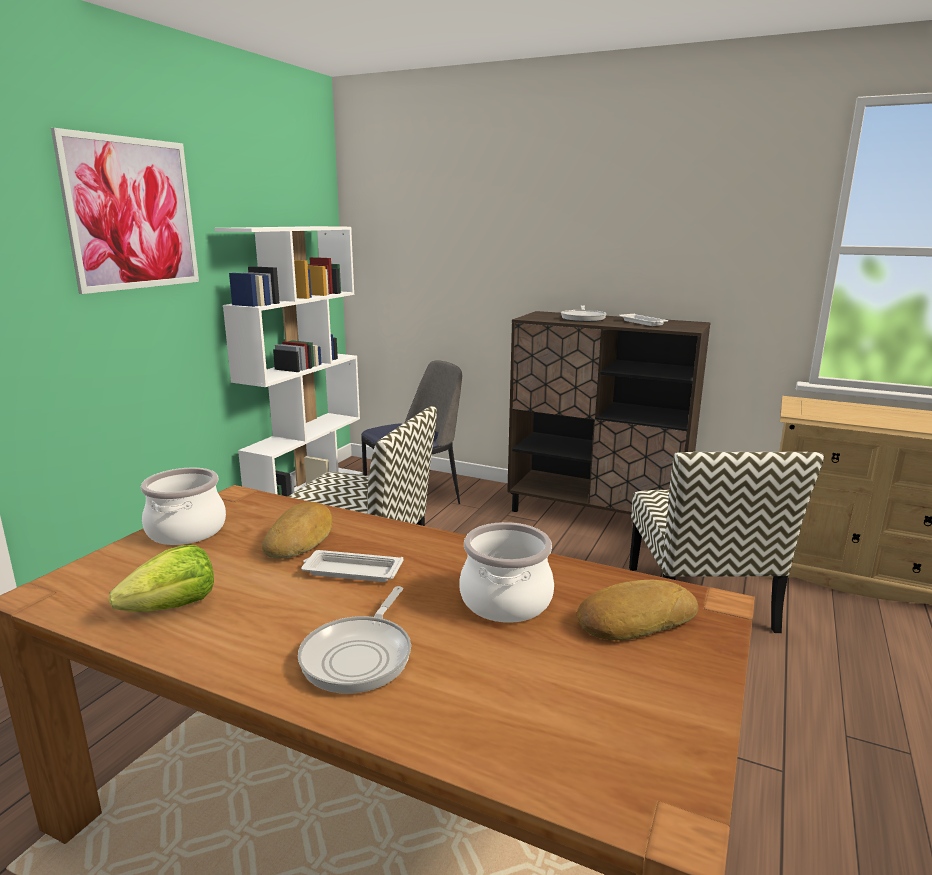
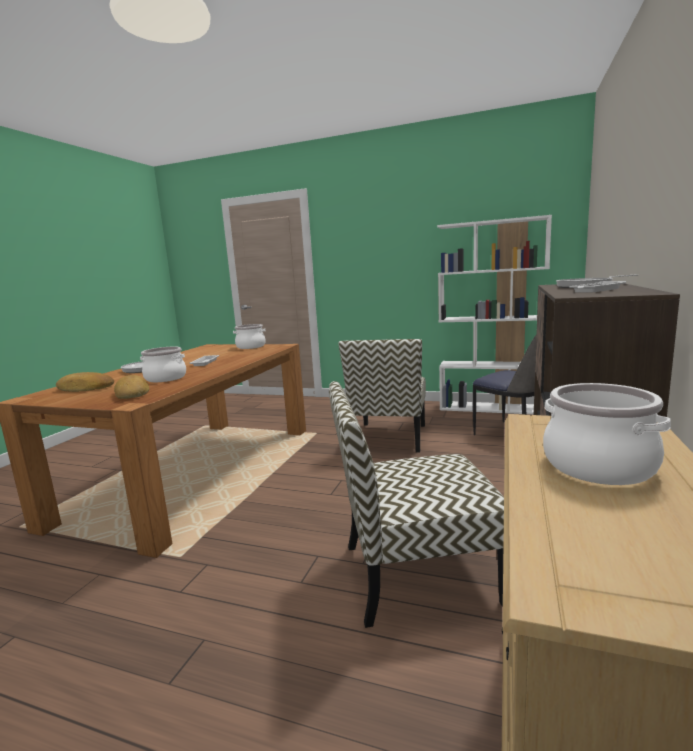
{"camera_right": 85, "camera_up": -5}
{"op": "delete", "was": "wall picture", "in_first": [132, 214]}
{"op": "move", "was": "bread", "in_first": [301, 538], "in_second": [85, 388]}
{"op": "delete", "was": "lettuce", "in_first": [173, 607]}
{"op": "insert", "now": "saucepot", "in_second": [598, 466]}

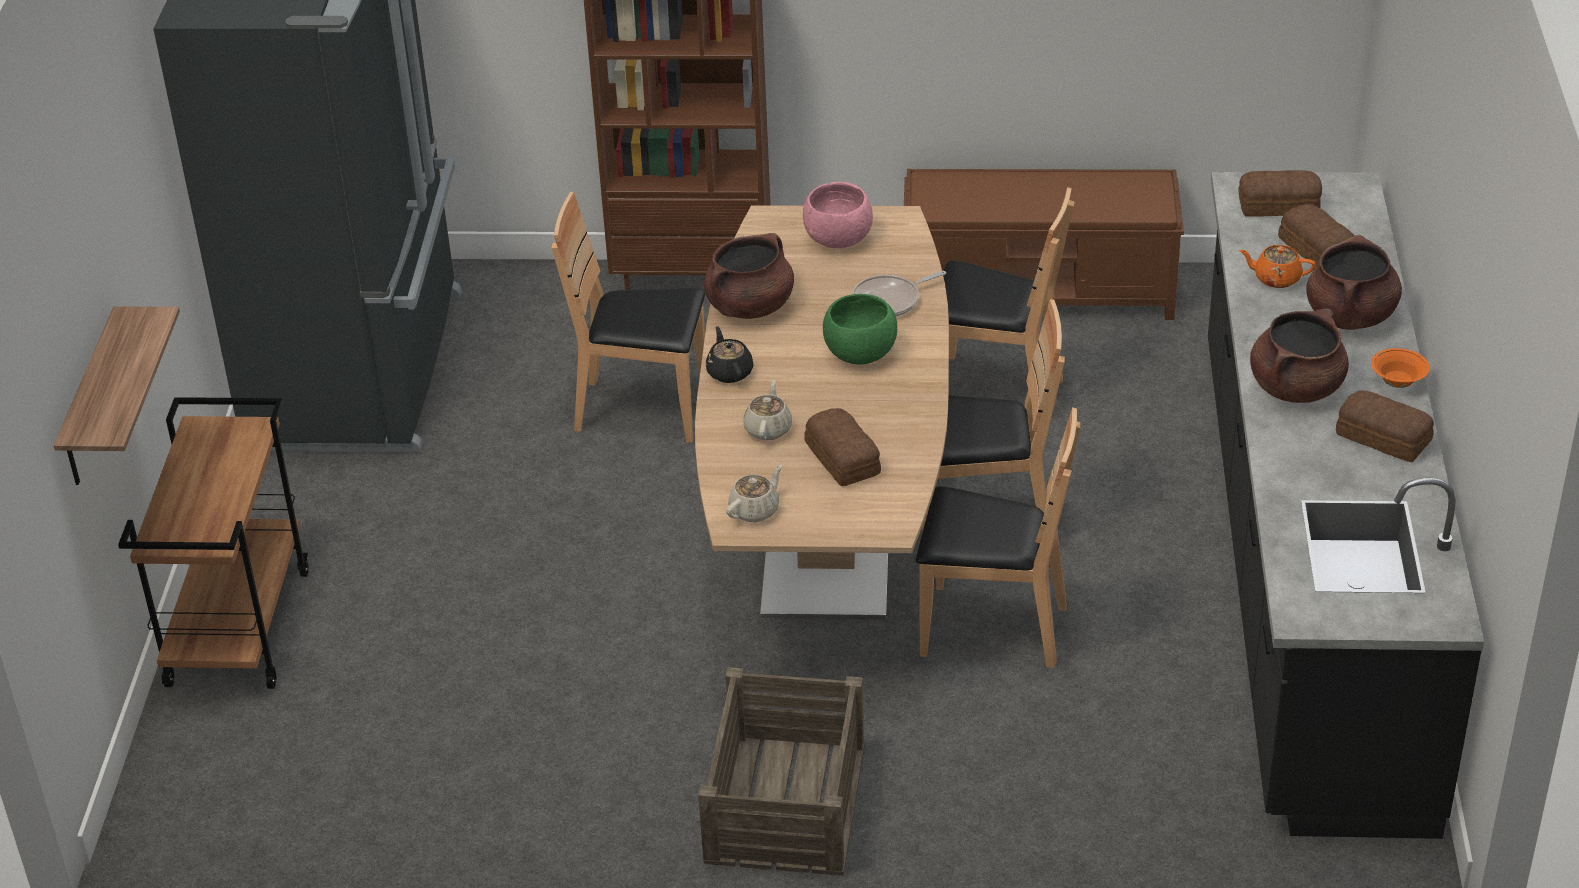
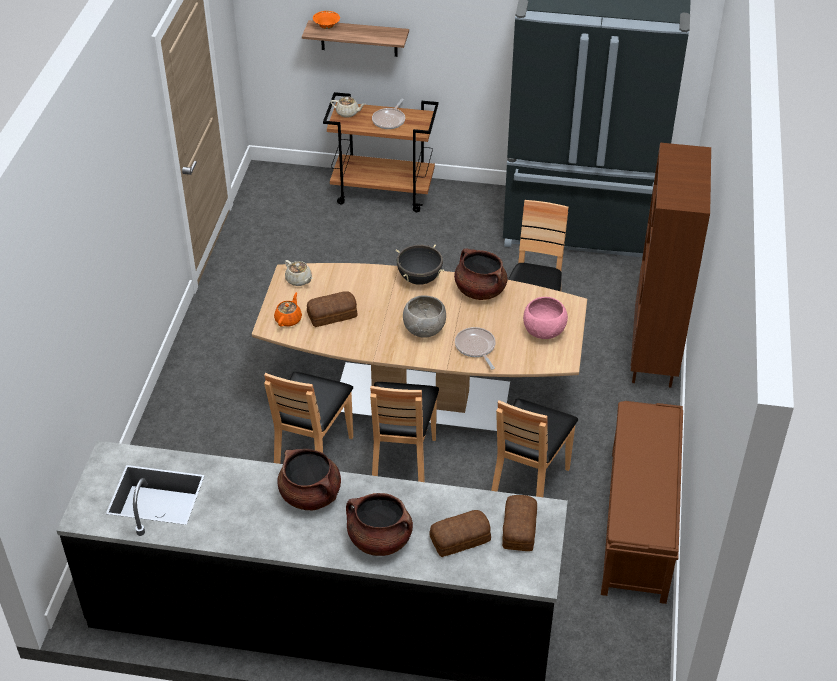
{"camera_right": 95, "camera_up": 5}
{"op": "move", "was": "orangey pot for tea", "in_first": [1276, 278], "in_second": [288, 319]}
{"op": "recolor", "was": "green-coloured serving bowl", "now": "greyish serving bowl", "in_first": [860, 354], "in_second": [425, 330]}
{"op": "replace", "was": "black pot for tea", "now": "black saucepot", "in_first": [729, 372], "in_second": [419, 279]}
{"op": "move", "was": "orangey serving bowl", "in_first": [1397, 382], "in_second": [326, 27]}
{"op": "move", "was": "beige-coloured pot for tea", "in_first": [768, 428], "in_second": [348, 113]}
{"op": "delete", "was": "bread", "in_first": [1384, 438]}
{"op": "delete", "was": "shipping crate", "in_first": [784, 803]}
{"op": "insert", "now": "pan", "in_second": [390, 120]}

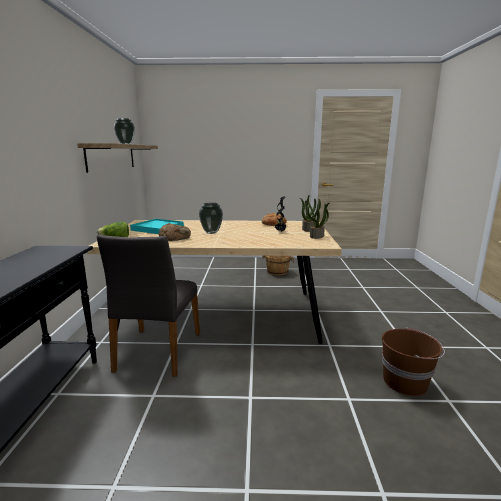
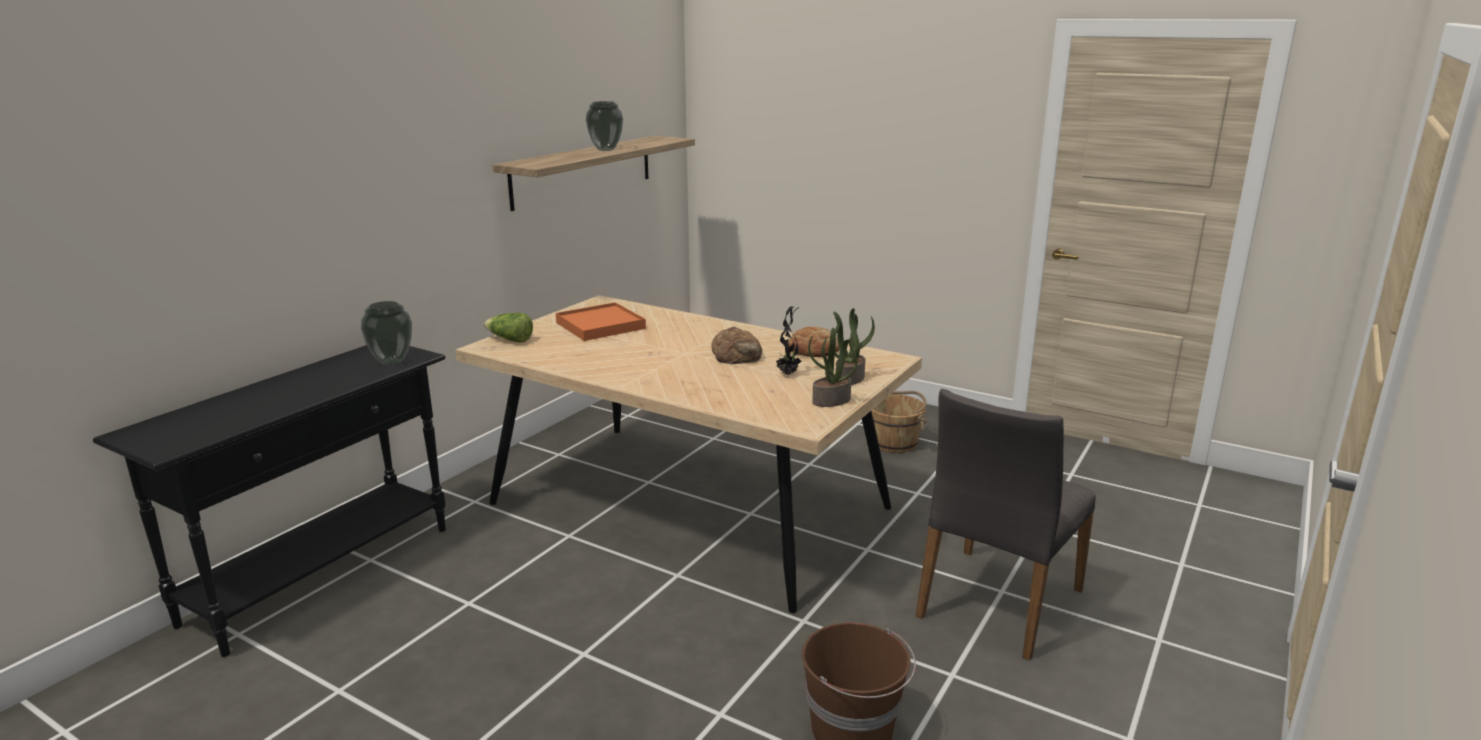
{"camera_right": 30, "camera_up": 5}
{"op": "move", "was": "vase", "in_first": [211, 232], "in_second": [391, 362]}
{"op": "recolor", "was": "blue-green serving tray", "now": "orangey serving tray", "in_first": [157, 228], "in_second": [600, 325]}
{"op": "move", "was": "bread", "in_first": [175, 237], "in_second": [737, 354]}
{"op": "move", "was": "greyish chair", "in_first": [157, 351], "in_second": [997, 602]}

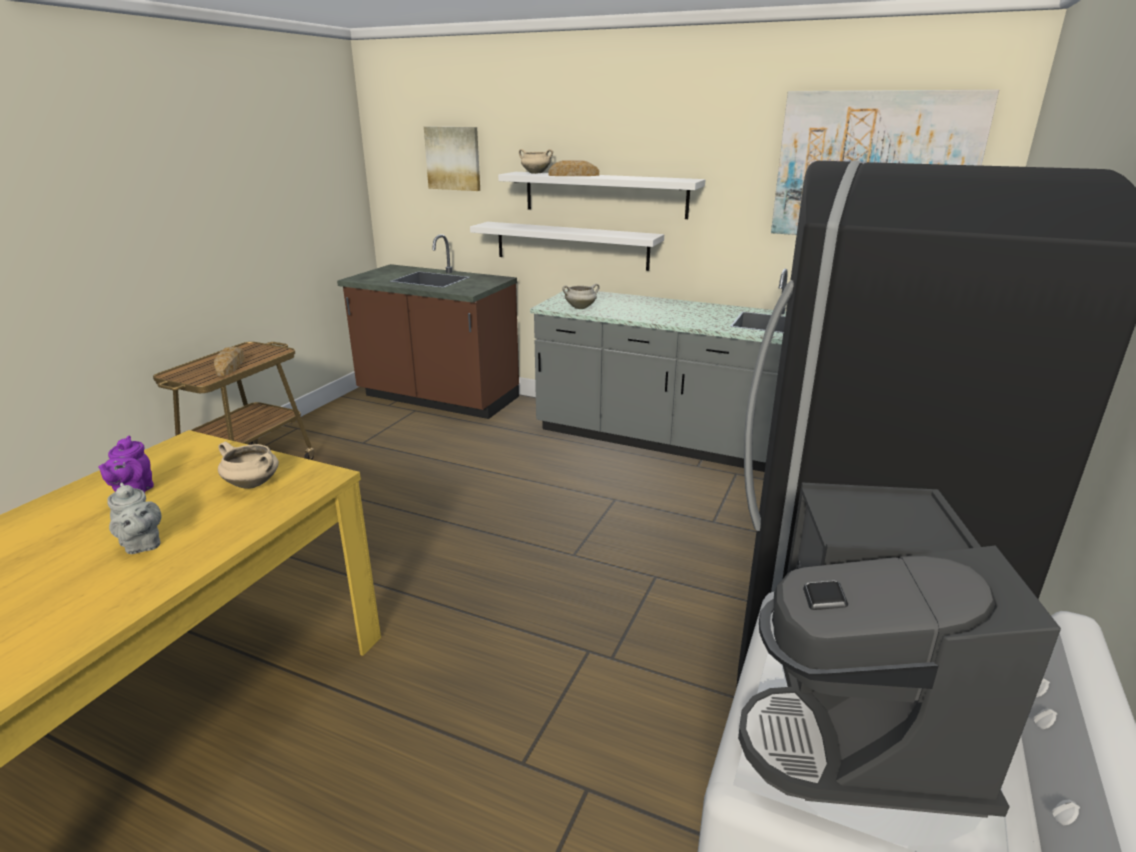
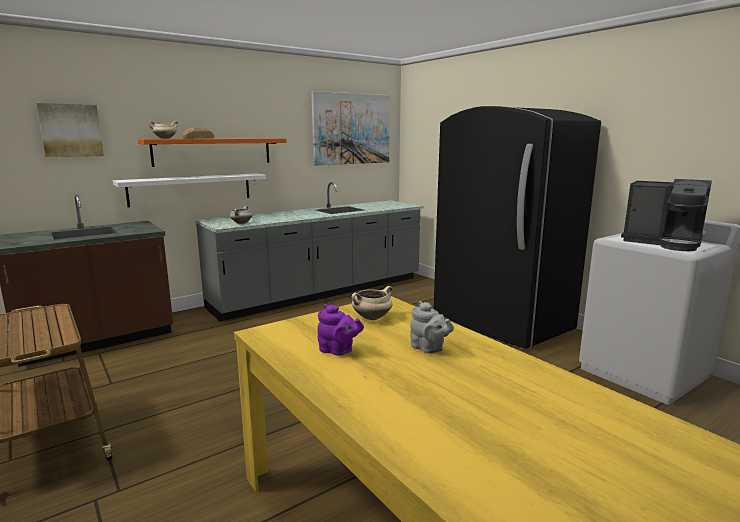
{"camera_right": -60, "camera_up": -10}
{"op": "recolor", "was": "white-coloured wall shelf", "now": "orangey wall shelf", "in_first": [605, 194], "in_second": [213, 151]}
{"op": "delete", "was": "bread", "in_first": [230, 366]}
{"op": "rotate", "was": "greyish pot for tea", "in_first": [142, 545], "in_second": [429, 349], "clockwise": 60}

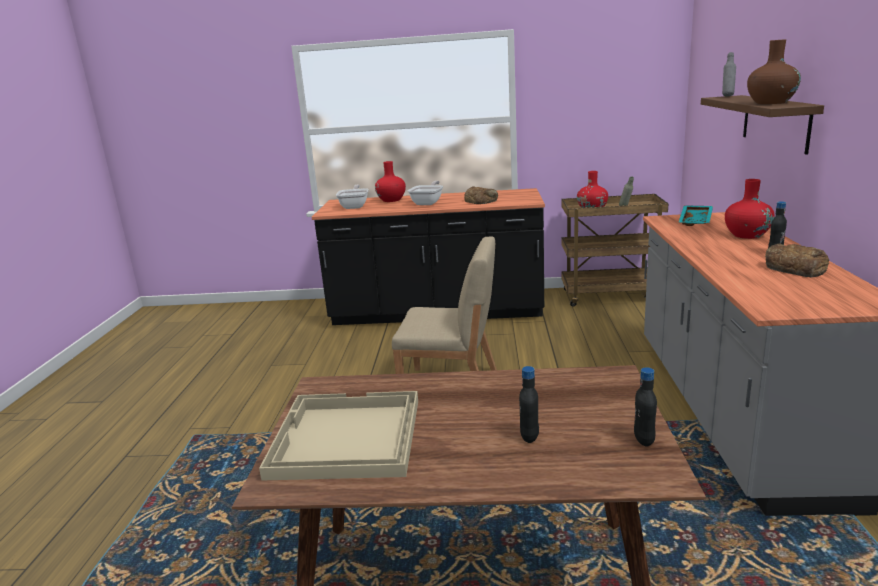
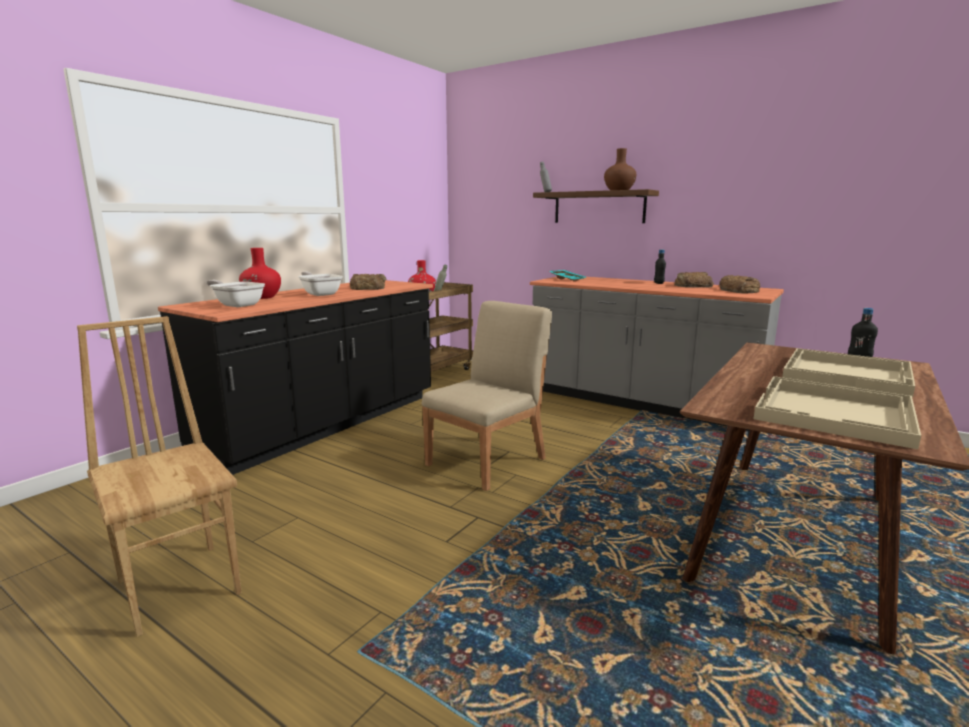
{"camera_right": -60, "camera_up": -5}
{"op": "delete", "was": "red vase", "in_first": [747, 235]}
{"op": "replace", "was": "black beverage bottle", "now": "beige-coloured serving tray", "in_first": [529, 436], "in_second": [848, 374]}
{"op": "insert", "now": "bread", "in_second": [739, 290]}
{"op": "insert", "now": "brownish chair", "in_second": [181, 585]}

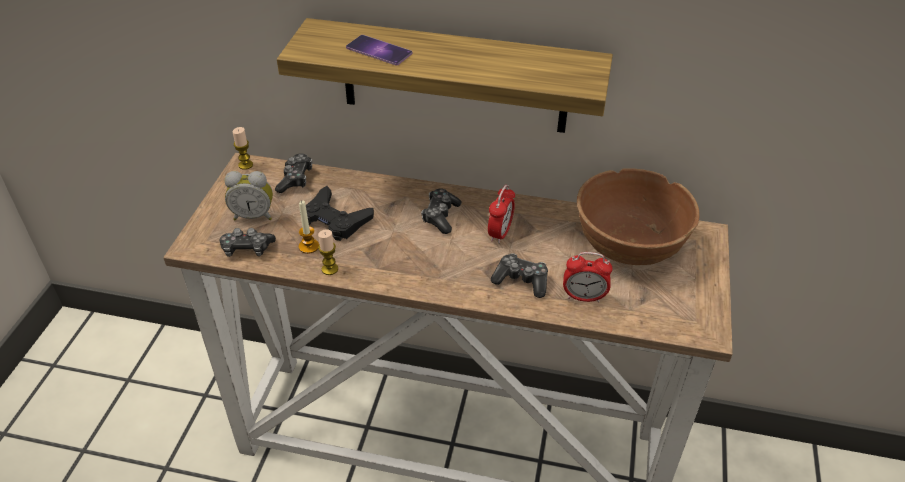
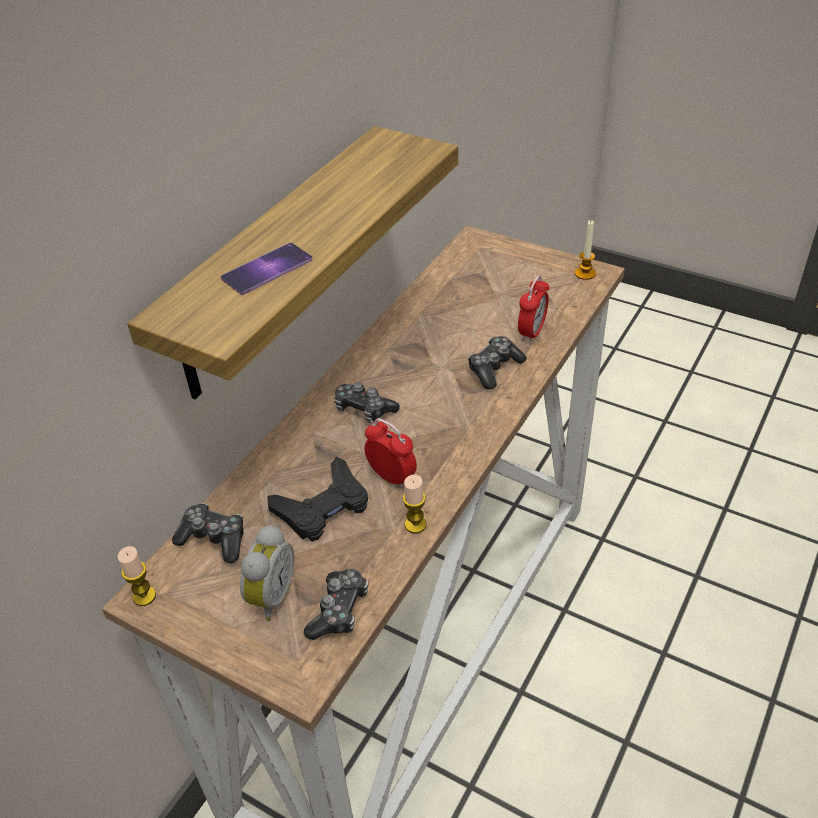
{"camera_right": -70, "camera_up": 0}
{"op": "delete", "was": "brownish serving bowl", "in_first": [628, 245]}
{"op": "move", "was": "alarm clock", "in_first": [500, 233], "in_second": [391, 476]}
{"op": "move", "was": "candle", "in_first": [309, 246], "in_second": [585, 273]}

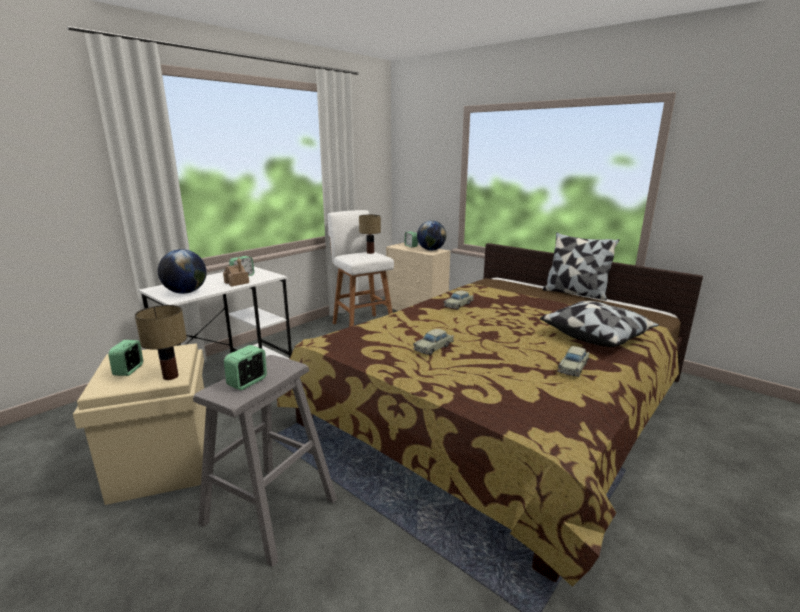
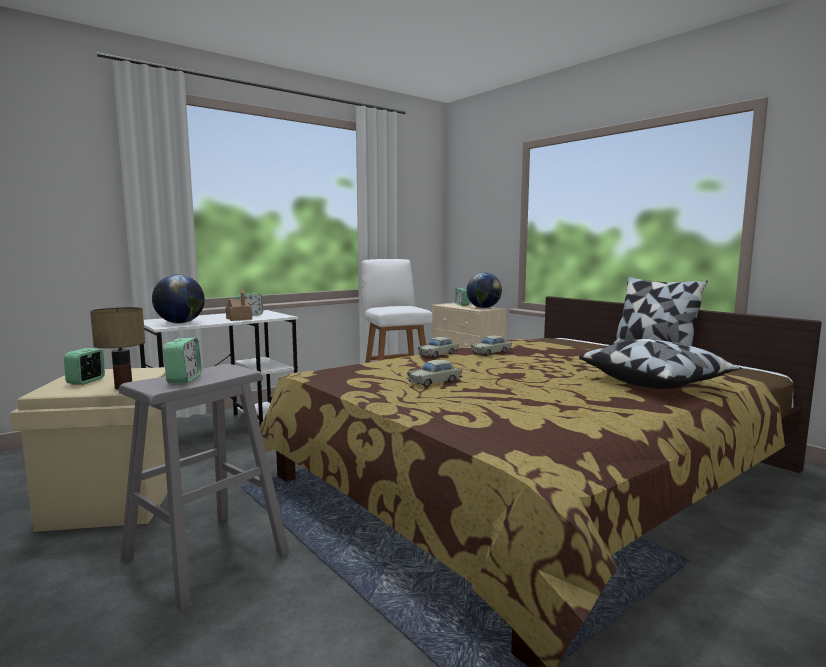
{"camera_right": 10, "camera_up": -10}
{"op": "delete", "was": "table lamp", "in_first": [370, 252]}
{"op": "rotate", "was": "alarm clock", "in_first": [248, 382], "in_second": [184, 379], "clockwise": 135}
{"op": "move", "was": "beige-coloured miniature car", "in_first": [573, 367], "in_second": [438, 354]}

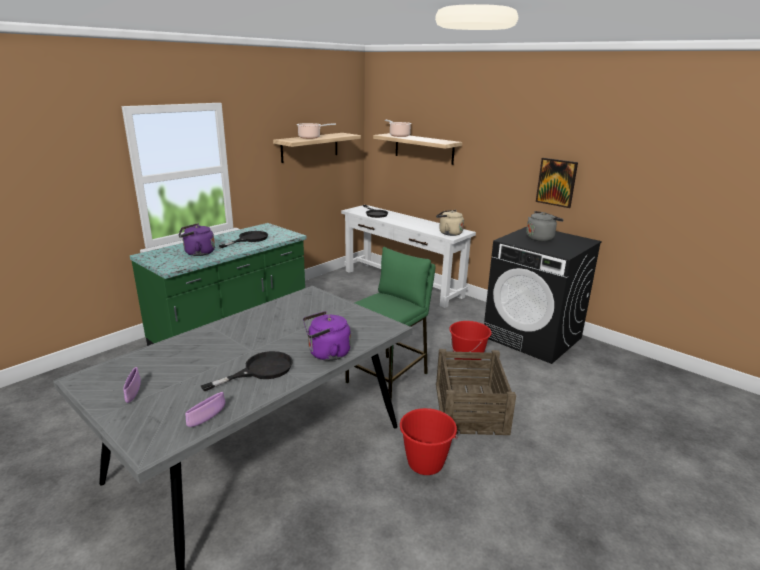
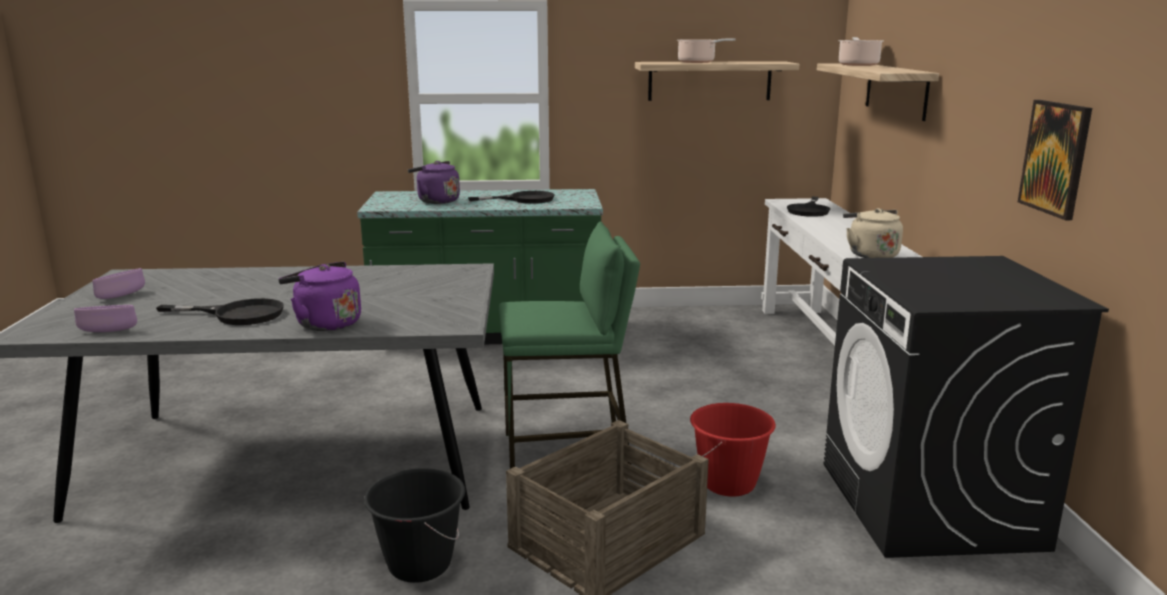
{"camera_right": 45, "camera_up": -5}
{"op": "delete", "was": "greyish water kettle", "in_first": [541, 238]}
{"op": "recolor", "was": "red pail", "now": "black pail", "in_first": [425, 463], "in_second": [419, 565]}

